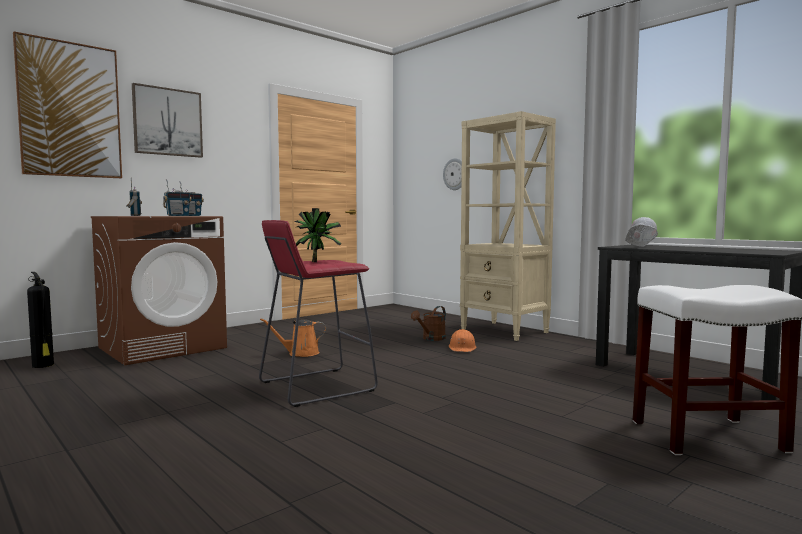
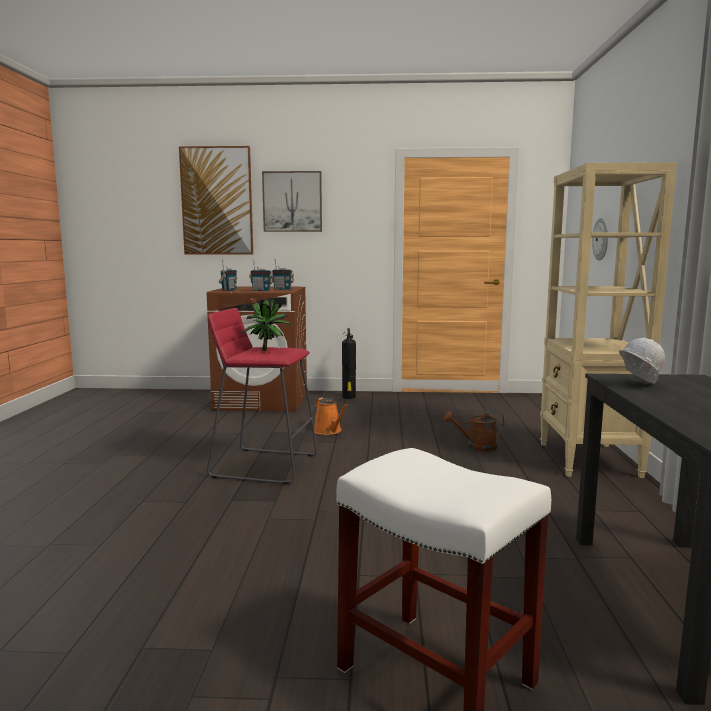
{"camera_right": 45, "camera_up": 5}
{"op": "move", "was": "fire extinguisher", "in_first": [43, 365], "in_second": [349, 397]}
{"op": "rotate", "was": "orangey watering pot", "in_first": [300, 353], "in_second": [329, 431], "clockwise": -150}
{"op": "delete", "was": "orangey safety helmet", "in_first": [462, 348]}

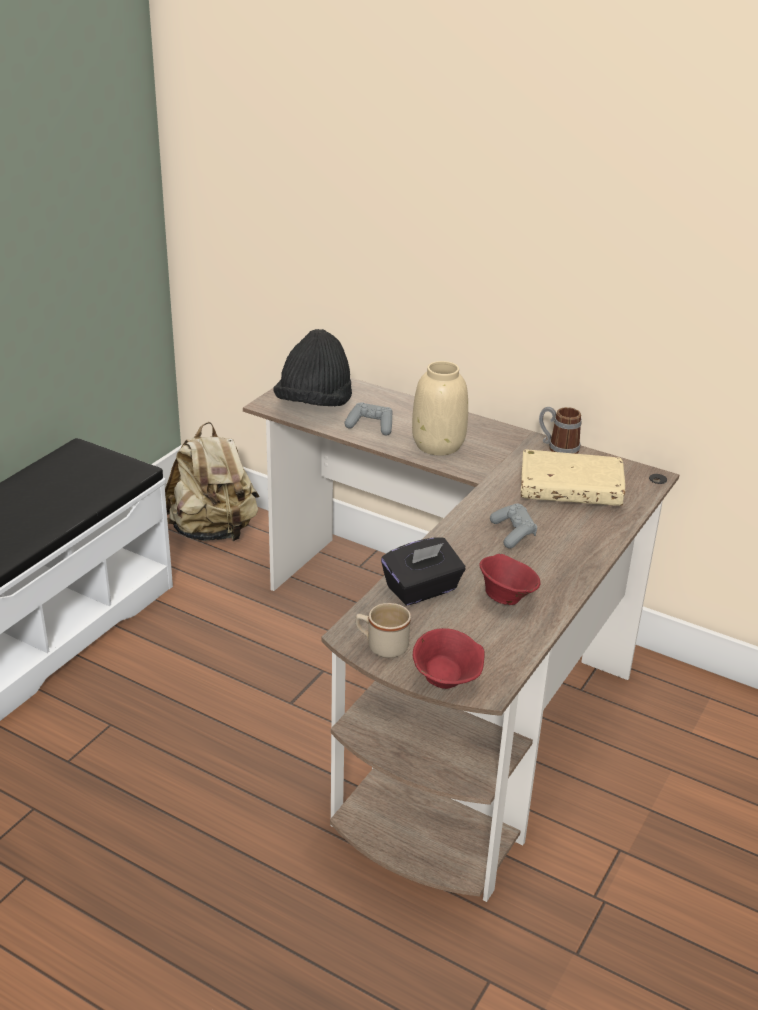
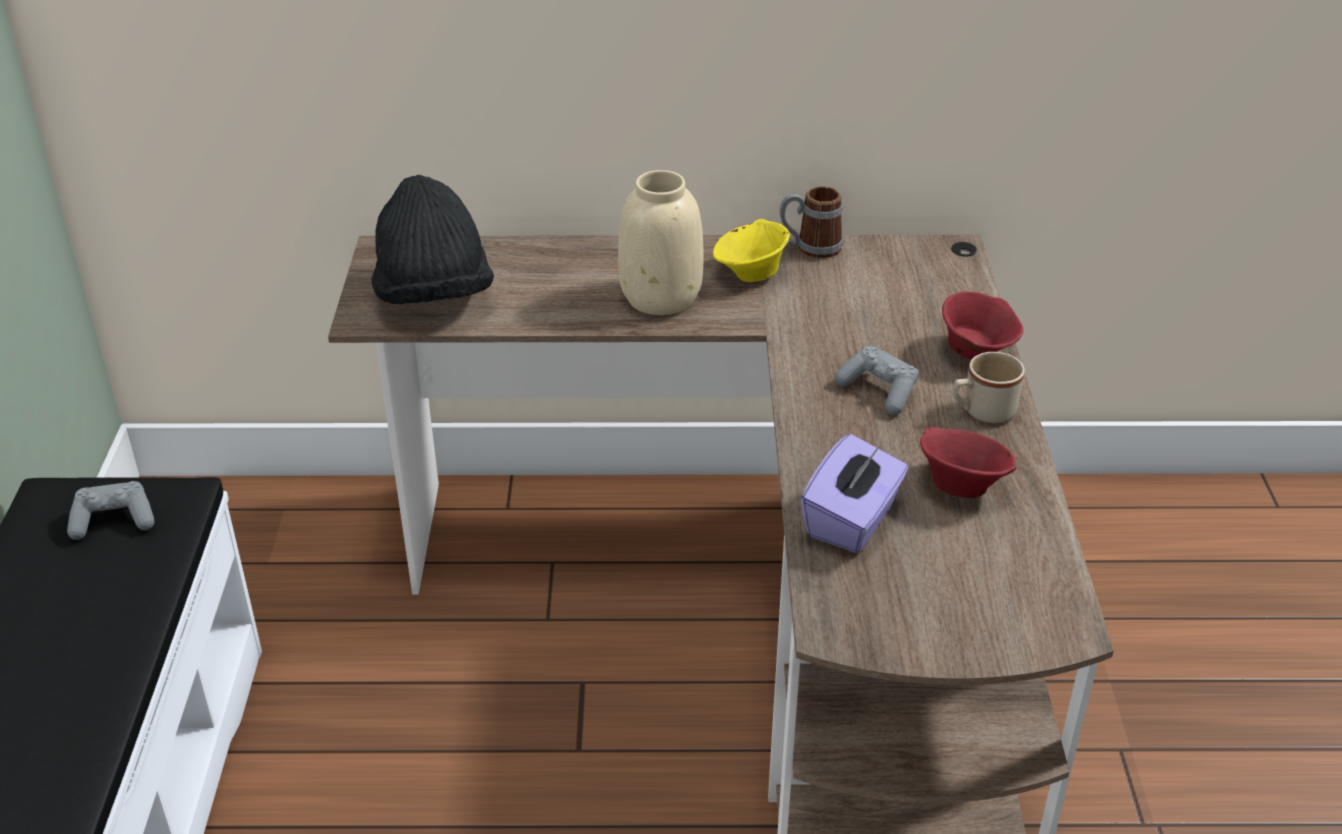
{"camera_right": -30, "camera_up": 5}
{"op": "move", "was": "greyish game controller", "in_first": [371, 426], "in_second": [114, 521]}
{"op": "delete", "was": "beige-coloured backpack", "in_first": [213, 532]}
{"op": "delete", "was": "beige-coloured book", "in_first": [570, 489]}
{"op": "recolor", "was": "black tissue holder", "now": "purple tissue holder", "in_first": [422, 590], "in_second": [852, 520]}
{"op": "move", "was": "beige-coloured coffee mug", "in_first": [381, 646], "in_second": [982, 412]}
{"op": "move", "was": "red serving bowl", "in_first": [447, 680], "in_second": [976, 351]}
{"op": "insert", "now": "yellow-coloured serving bowl", "in_second": [751, 274]}

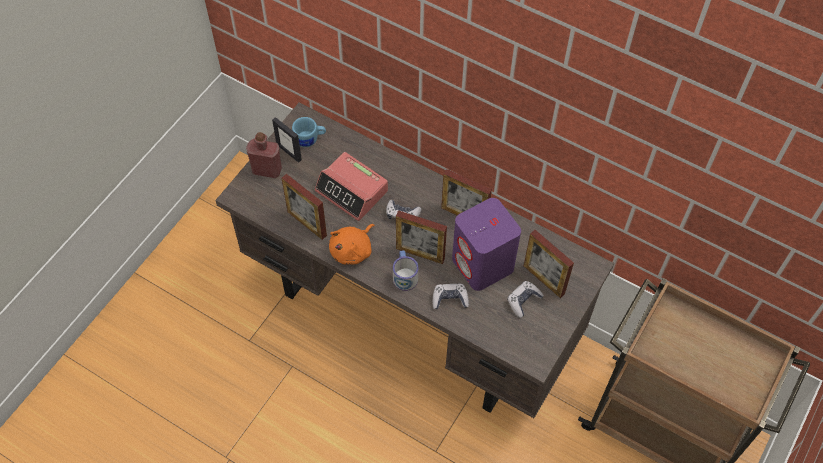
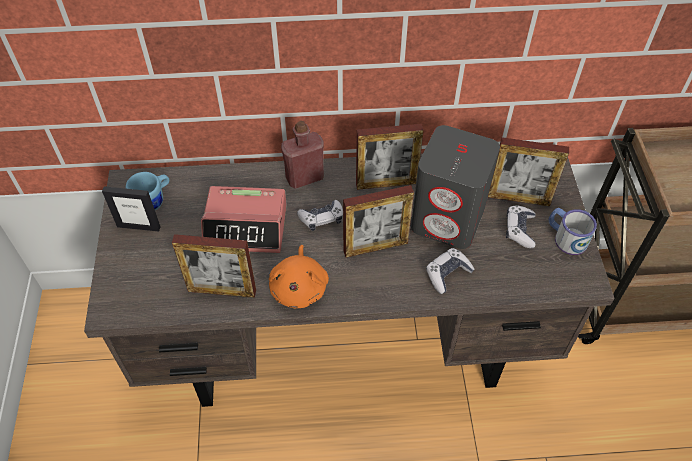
{"camera_right": -35, "camera_up": -5}
{"op": "move", "was": "red beverage bottle", "in_first": [267, 170], "in_second": [304, 177]}
{"op": "recolor", "was": "purple speaker", "now": "greyish speaker", "in_first": [483, 264], "in_second": [448, 219]}
{"op": "move", "was": "coffee mug", "in_first": [404, 275], "in_second": [566, 237]}

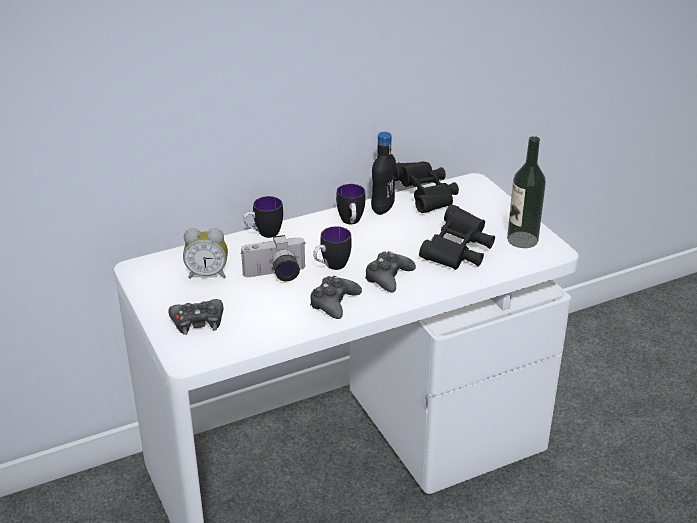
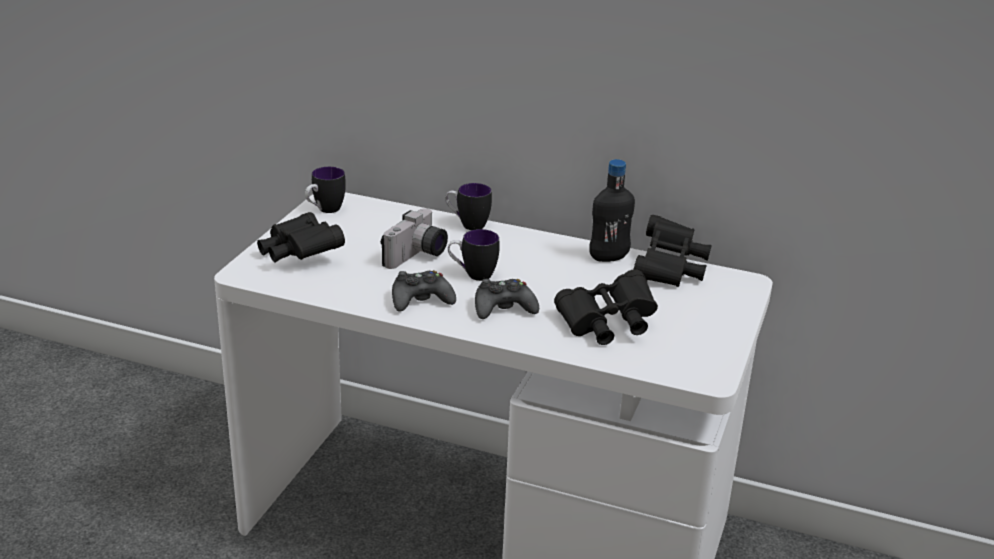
{"camera_right": 45, "camera_up": -5}
{"op": "delete", "was": "beverage bottle", "in_first": [522, 240]}
{"op": "move", "was": "coffee mug", "in_first": [351, 223], "in_second": [324, 211]}
{"op": "delete", "was": "alarm clock", "in_first": [207, 274]}
{"op": "rotate", "was": "still camera", "in_first": [276, 275], "in_second": [417, 256], "clockwise": -90}
{"op": "replace", "was": "black game controller", "now": "black pair of binoculars", "in_first": [198, 322], "in_second": [299, 254]}

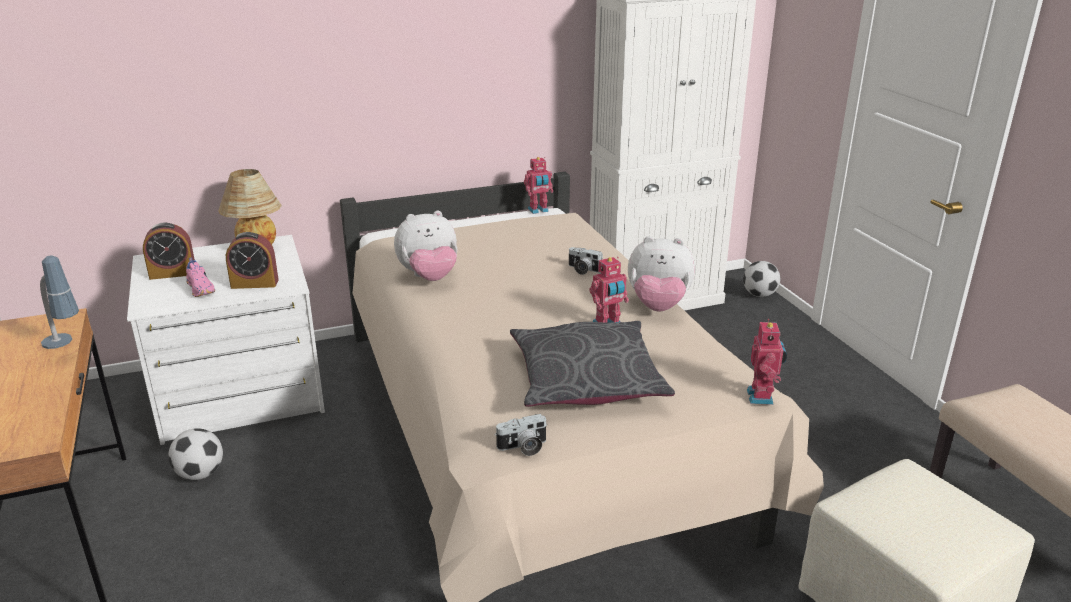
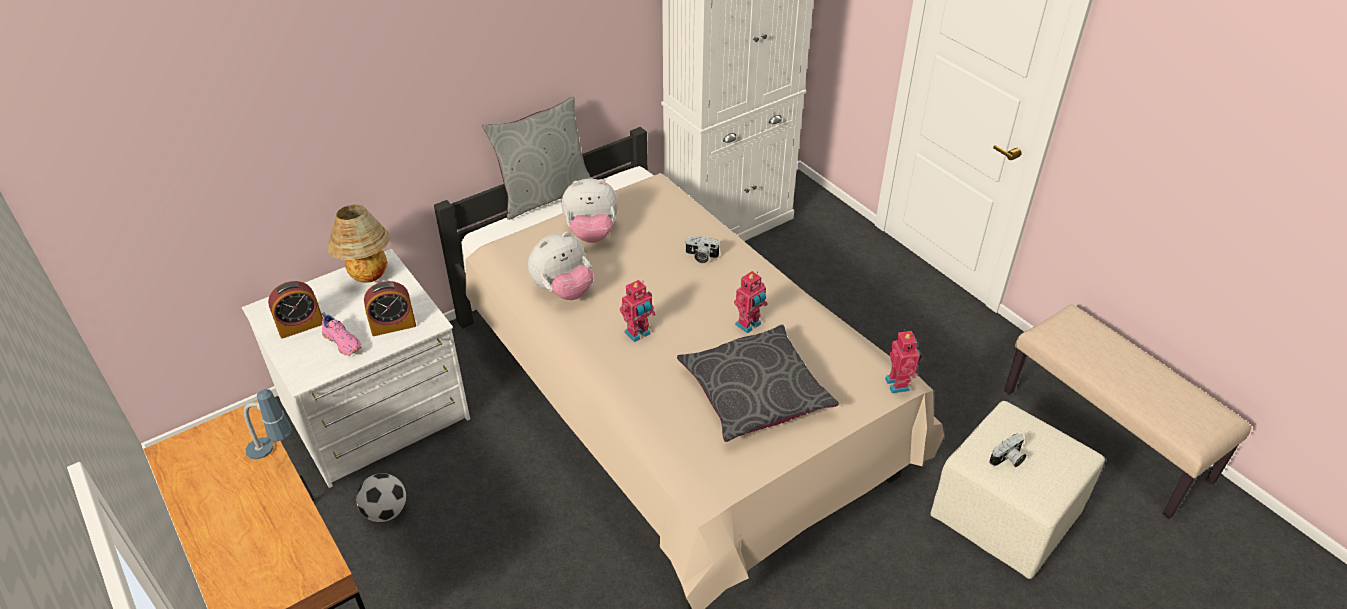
{"camera_right": -15, "camera_up": 15}
{"op": "move", "was": "model robot", "in_first": [538, 210], "in_second": [638, 334]}
{"op": "move", "was": "soft toy", "in_first": [658, 306], "in_second": [591, 234]}
{"op": "delete", "was": "ball for football", "in_first": [759, 295]}
{"op": "move", "was": "still camera", "in_first": [523, 447], "in_second": [1008, 459]}
{"op": "insert", "now": "greyish pillow", "in_second": [544, 196]}

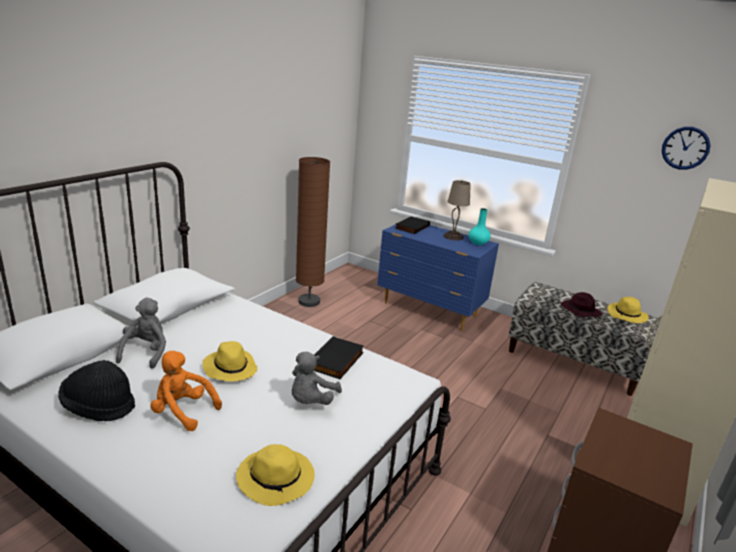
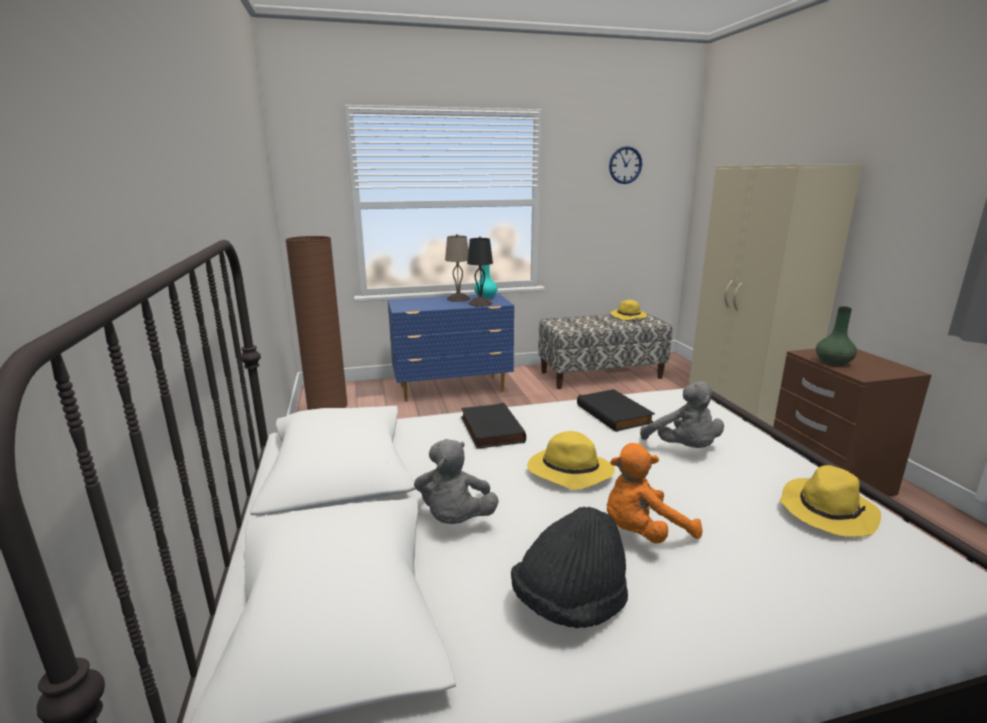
{"camera_right": -45, "camera_up": -5}
{"op": "move", "was": "black book", "in_first": [411, 227], "in_second": [489, 429]}
{"op": "delete", "was": "purple hat", "in_first": [579, 311]}
{"op": "rotate", "was": "greyish soft toy", "in_first": [146, 352], "in_second": [455, 520], "clockwise": -135}
{"op": "insert", "now": "black table lamp", "in_second": [480, 303]}
{"op": "insert", "now": "green-coloured vase", "in_second": [832, 362]}

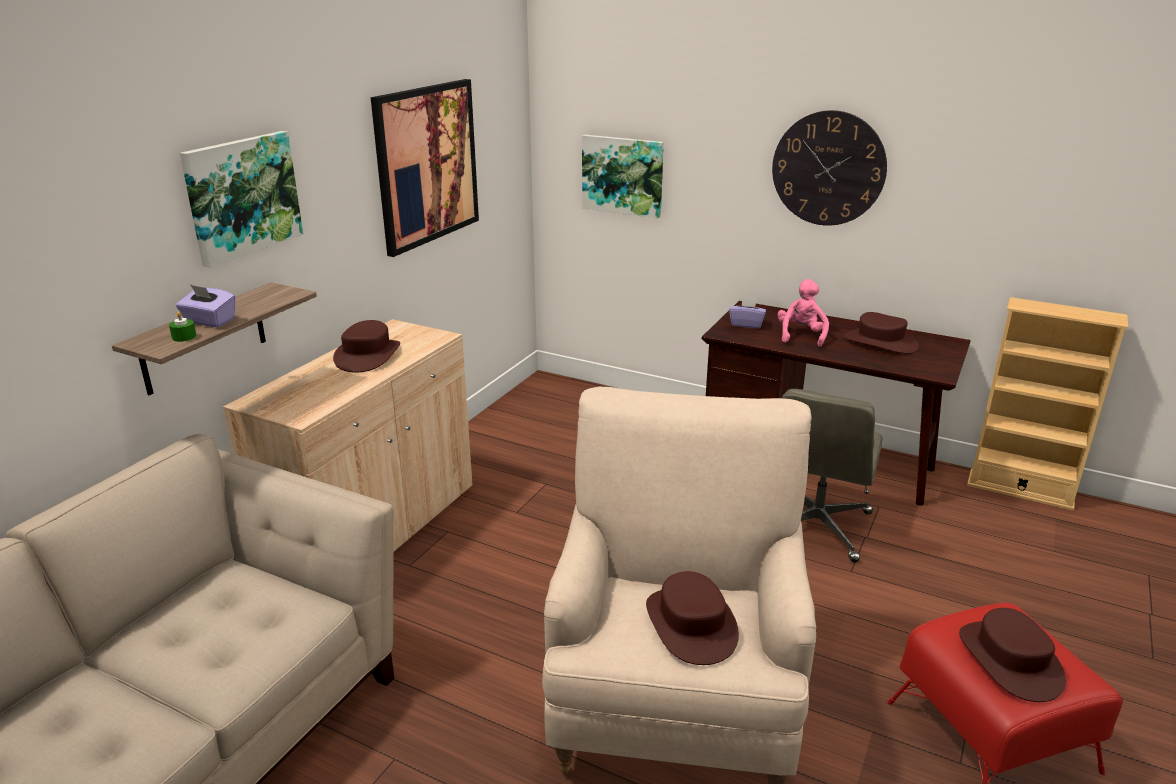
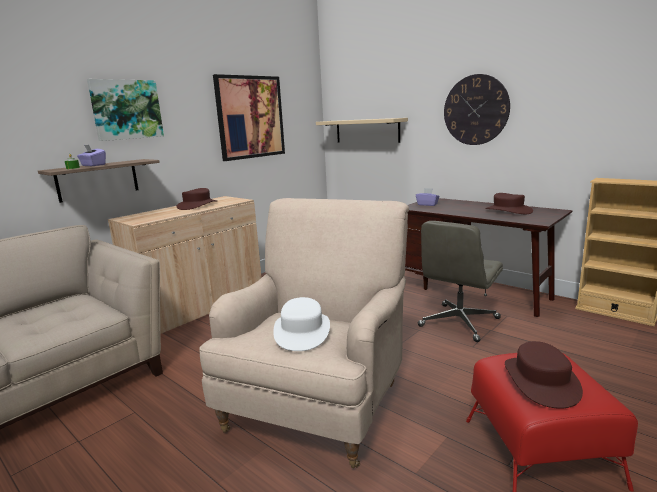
{"camera_right": 15, "camera_up": -10}
{"op": "replace", "was": "wall picture", "now": "beige-coloured wall shelf", "in_first": [623, 175], "in_second": [367, 131]}
{"op": "delete", "was": "pink soft toy", "in_first": [801, 336]}
{"op": "recolor", "was": "brownish hat", "now": "white-coloured hat", "in_first": [691, 624], "in_second": [302, 331]}

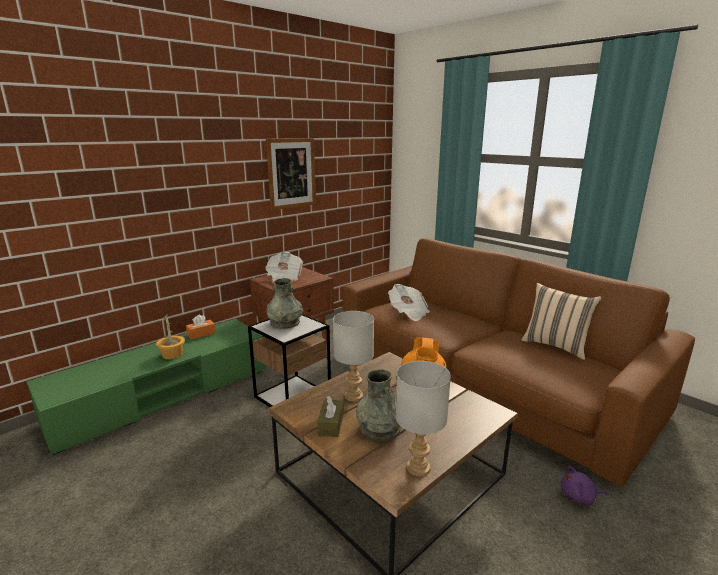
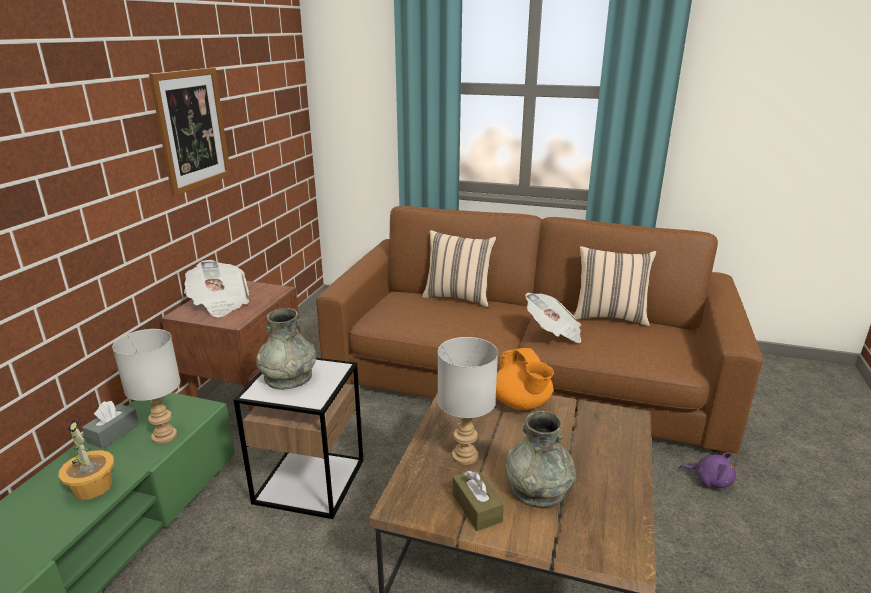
{"camera_right": -30, "camera_up": 5}
{"op": "move", "was": "printed paper", "in_first": [408, 312], "in_second": [553, 332]}
{"op": "recolor", "was": "orangey tissue holder", "now": "greyish tissue holder", "in_first": [201, 334], "in_second": [113, 433]}
{"op": "move", "was": "greyish table lamp", "in_first": [419, 467], "in_second": [165, 436]}
{"op": "rotate", "was": "purple soft toy", "in_first": [579, 497], "in_second": [710, 480], "clockwise": -120}
{"op": "insert", "now": "beige-coloured pillow", "in_second": [458, 297]}

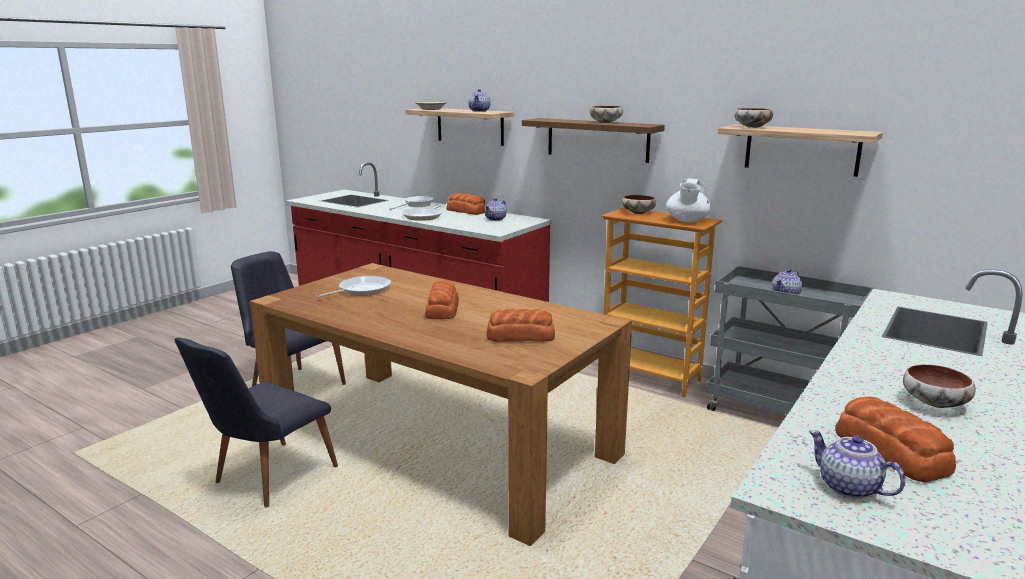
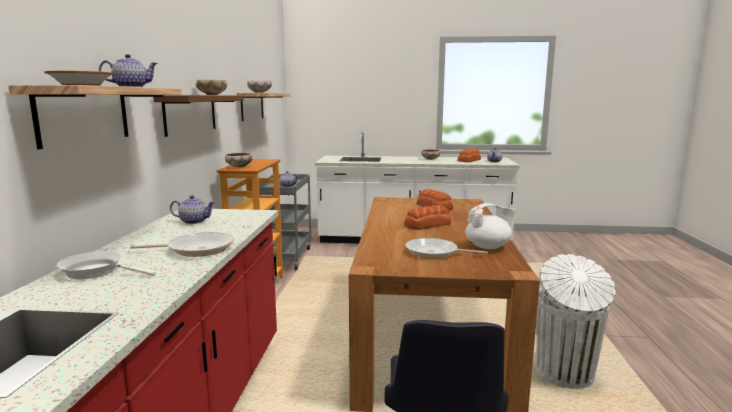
{"camera_right": -120, "camera_up": -5}
{"op": "move", "was": "white-coloured pot for tea", "in_first": [687, 221], "in_second": [488, 247]}
{"op": "delete", "was": "bread", "in_first": [466, 211]}
{"op": "replace", "was": "black chair", "now": "white-coloured rubbish bin", "in_first": [265, 479], "in_second": [565, 375]}

